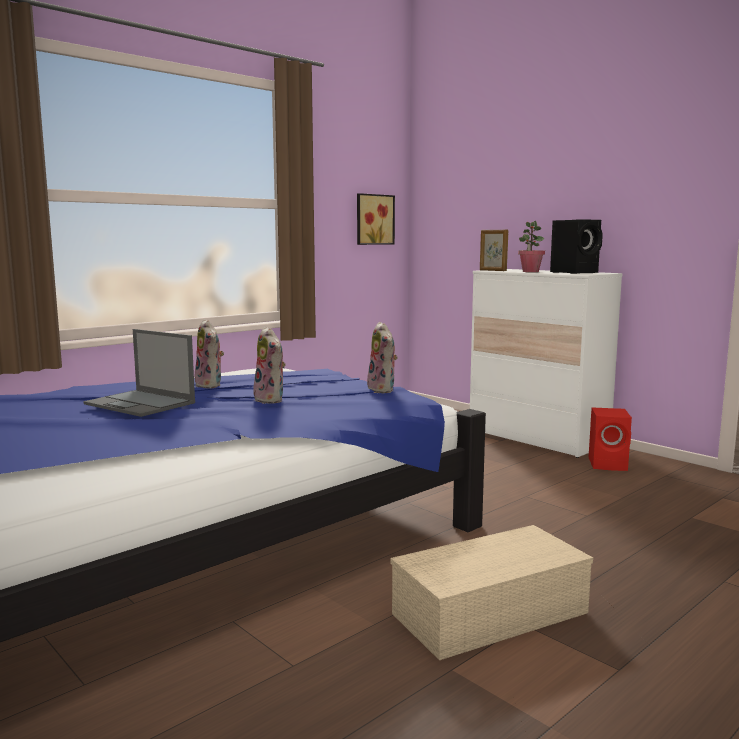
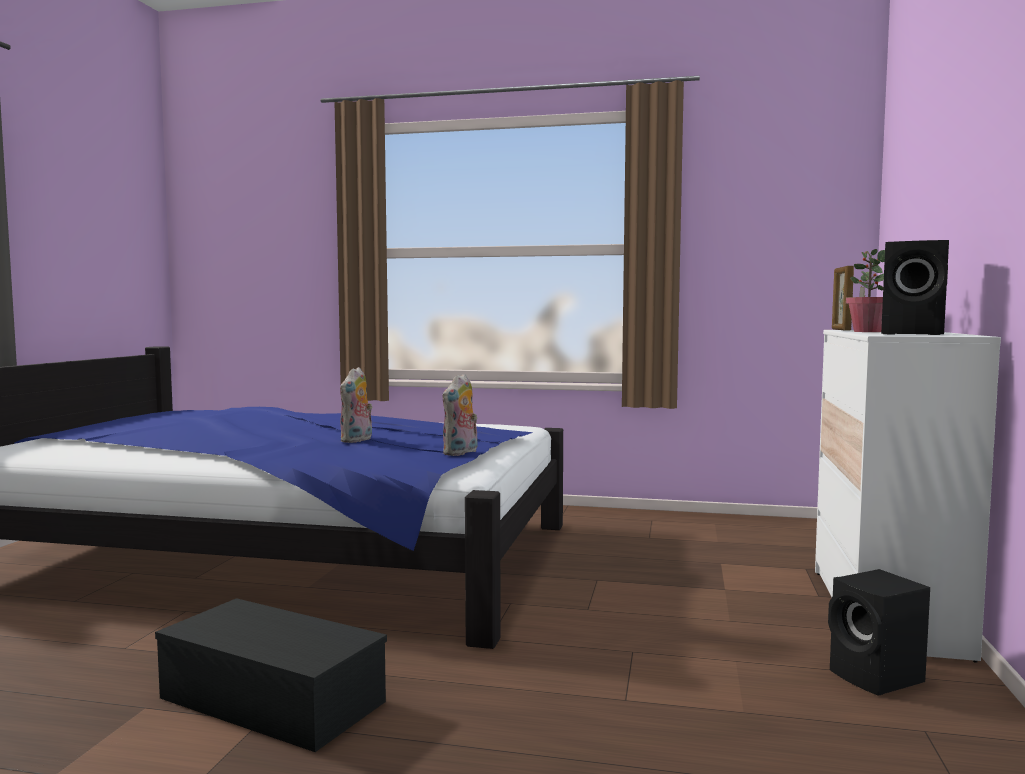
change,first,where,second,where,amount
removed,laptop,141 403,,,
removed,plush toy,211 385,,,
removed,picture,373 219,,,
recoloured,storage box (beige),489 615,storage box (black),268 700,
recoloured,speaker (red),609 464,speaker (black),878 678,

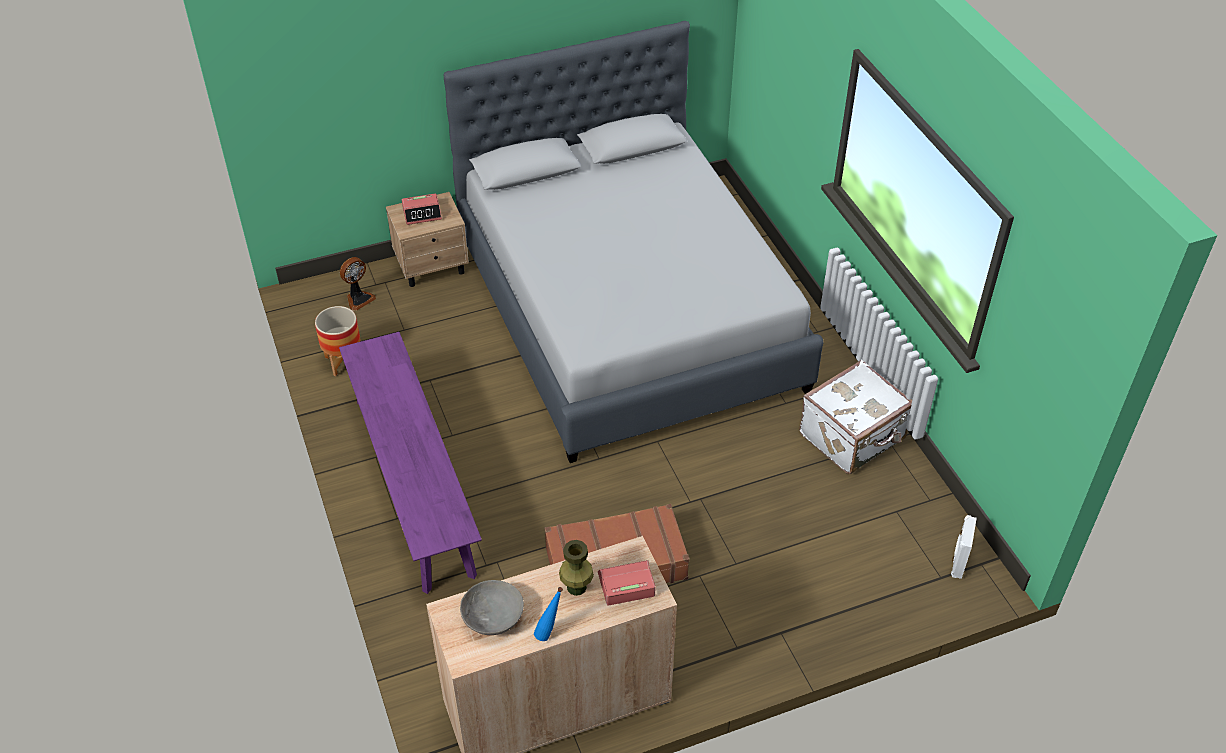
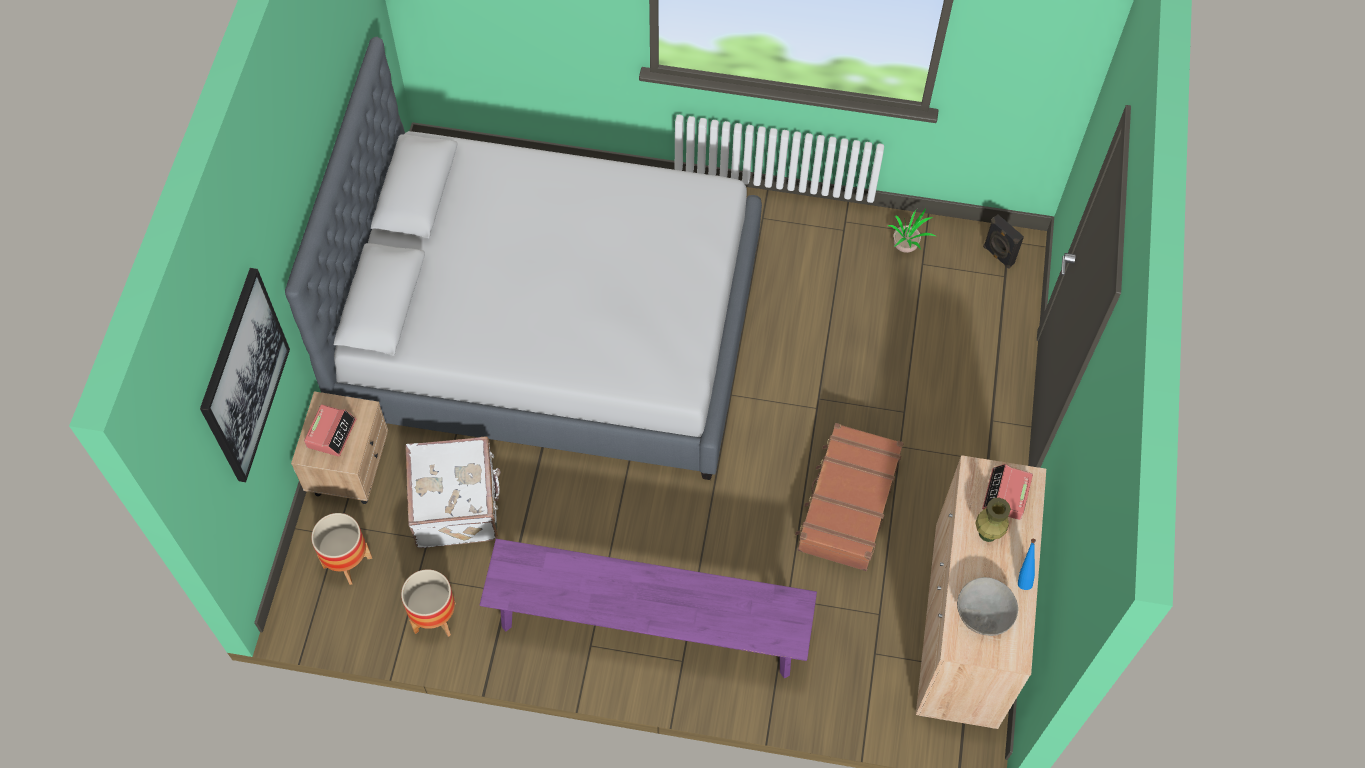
change,first,where,second,where,amount
replaced,fan,358 299,planter,347 562,
moved,suitcase (white),853 437,,457 505,
recoloured,speaker (white),957 562,speaker (black),997 255,
added,,,picture,244 376,
added,,,potted plant,907 247,

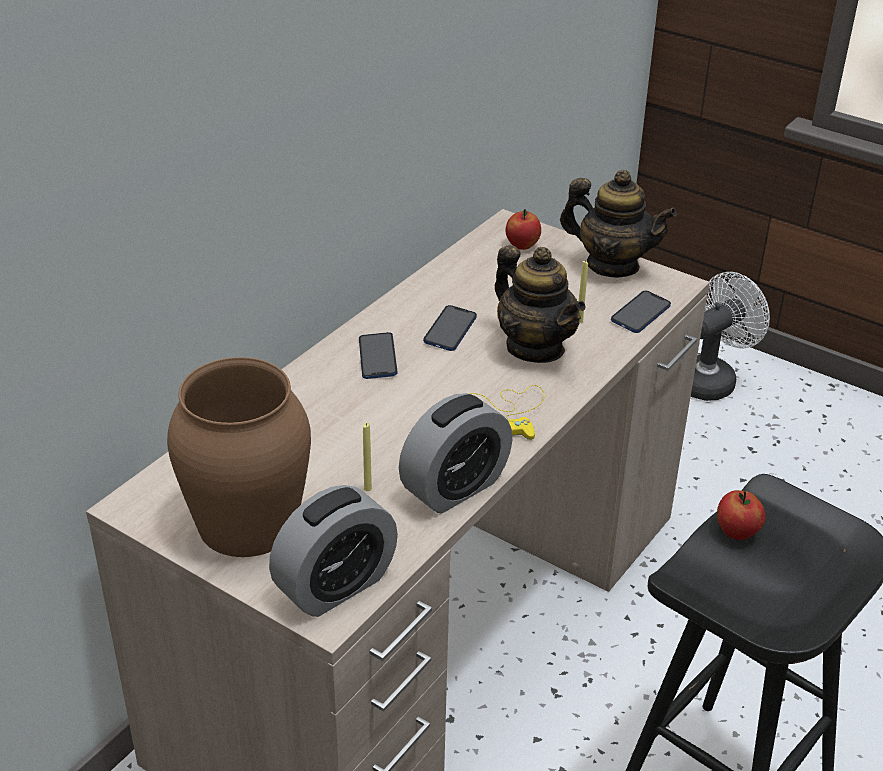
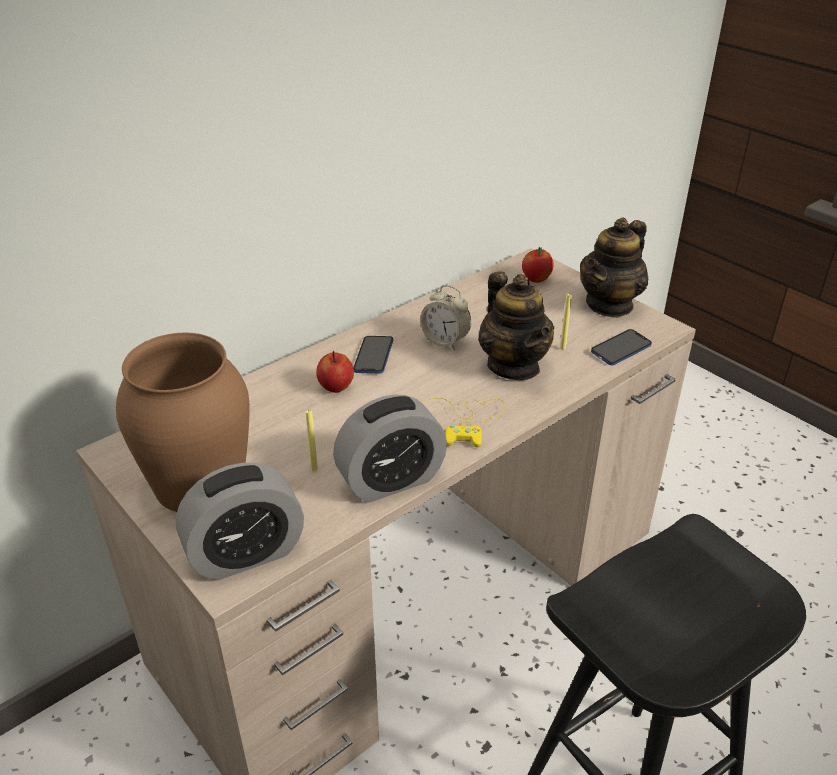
change,first,where,second,where,amount
replaced,phone,450 330,alarm clock,445 341,
turned,teapot,612 265,,610 304,90 degrees clockwise
removed,fan (white),711 379,,,
moved,apple,737 532,,336 387,

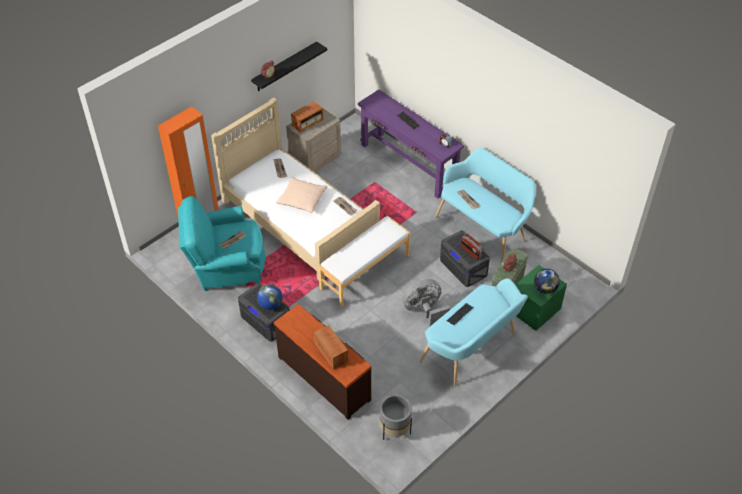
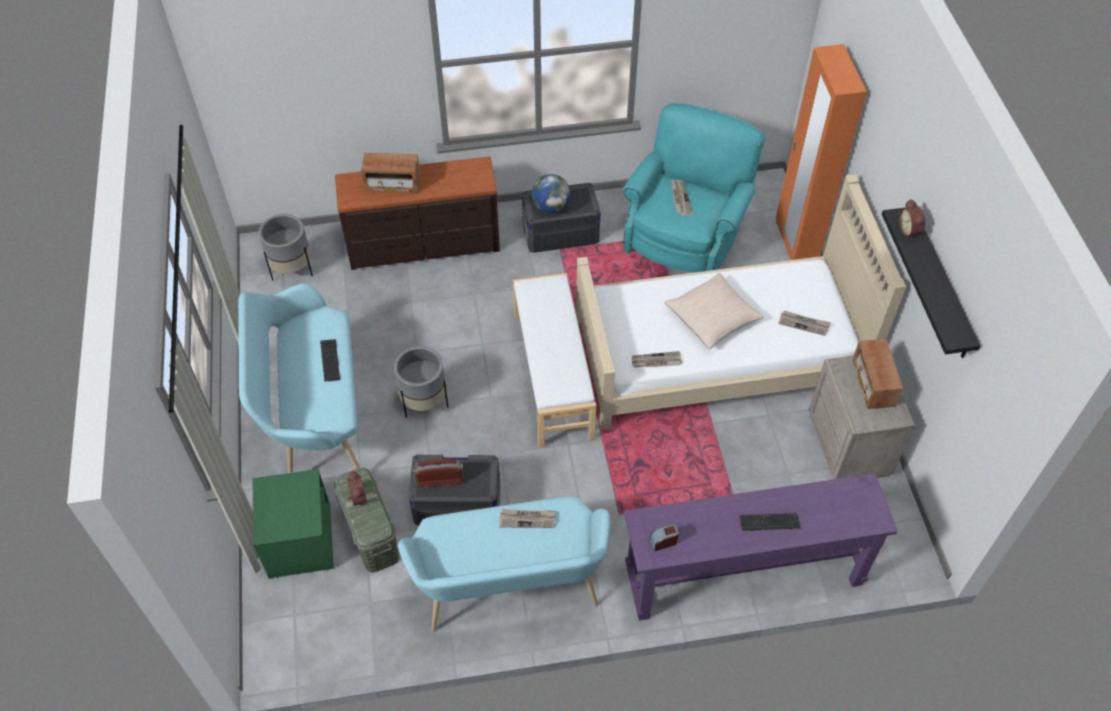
change,first,where,second,where,amount
replaced,fan (grey),424 311,planter (grey),424 402,
removed,globe,545 289,,,

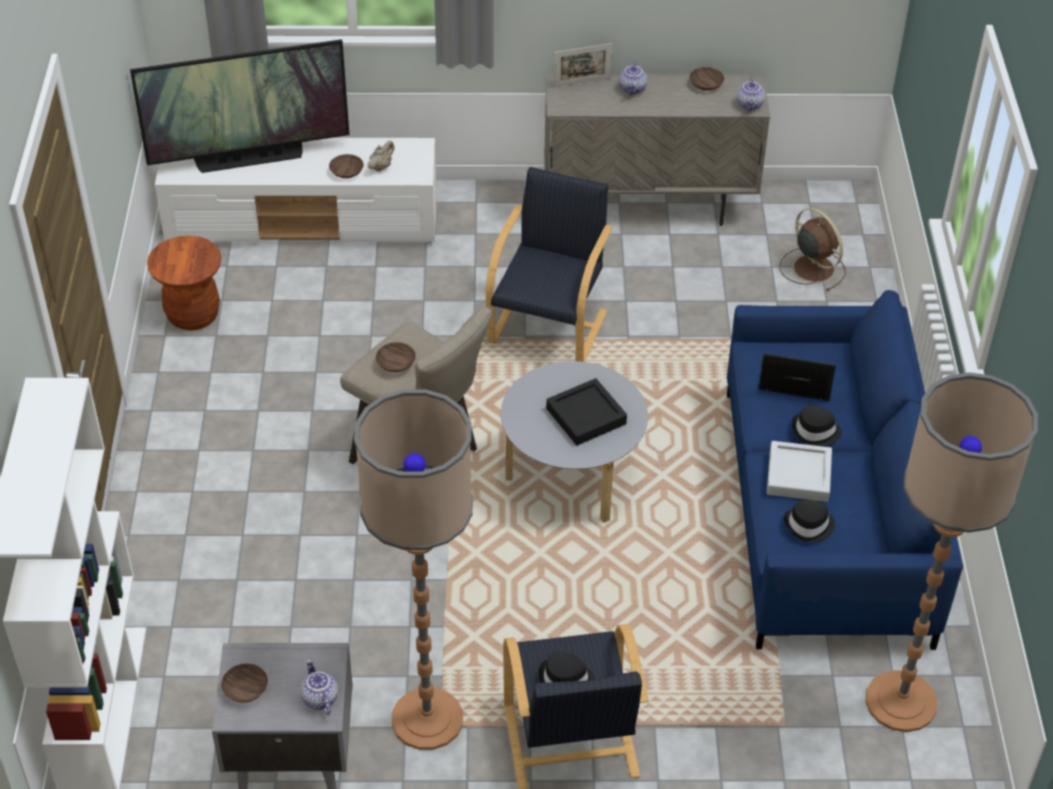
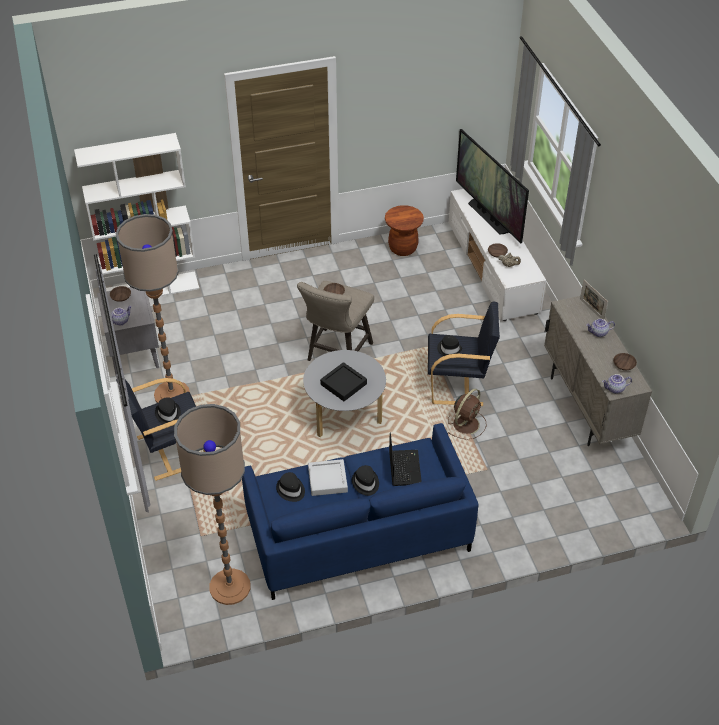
change,first,where,second,where,amount
moved,fan (brown),812 267,,466 423,
added,,,hat (black),449 349,

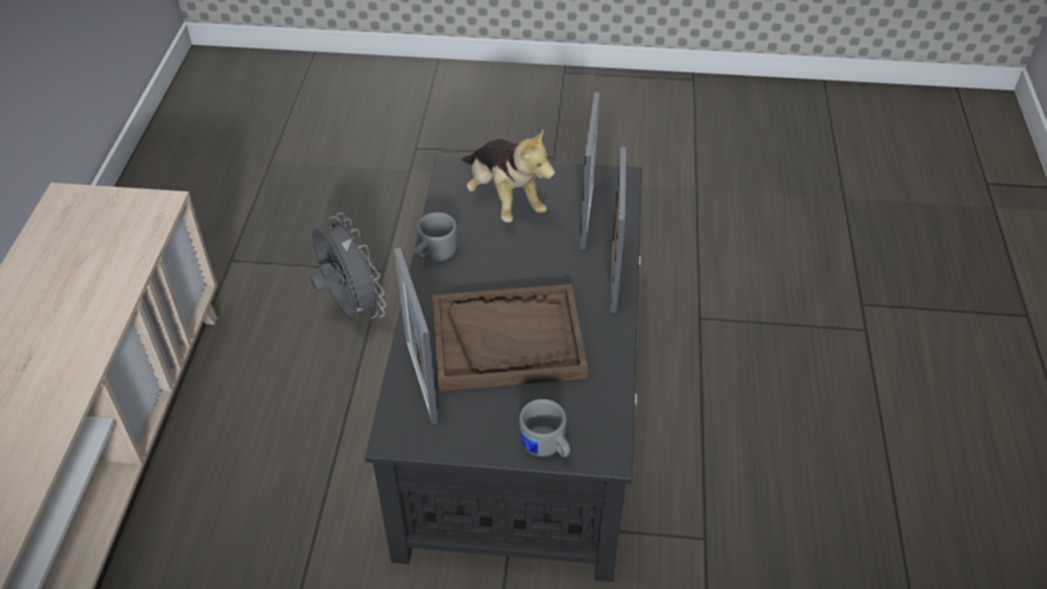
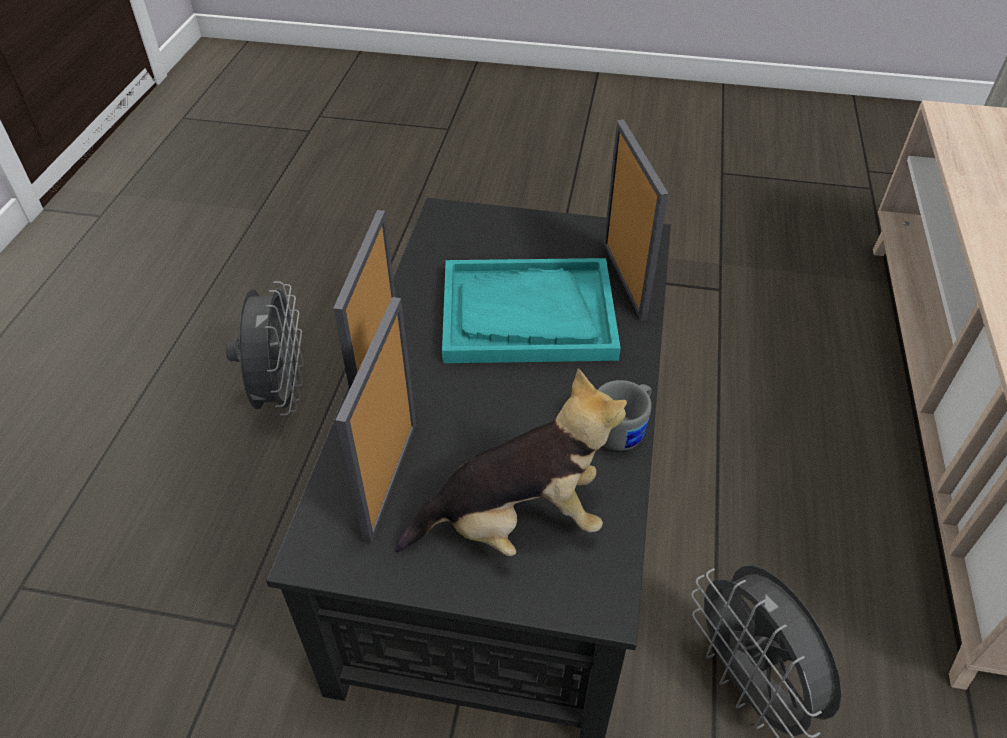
change,first,where,second,where,amount
recoloured,tray (brown),508 340,tray (turquoise),527 314,
turned,plush toy,504 199,,516 522,105 degrees clockwise
removed,mug (grey),546 447,,,
added,,,fan (grey),281 393,

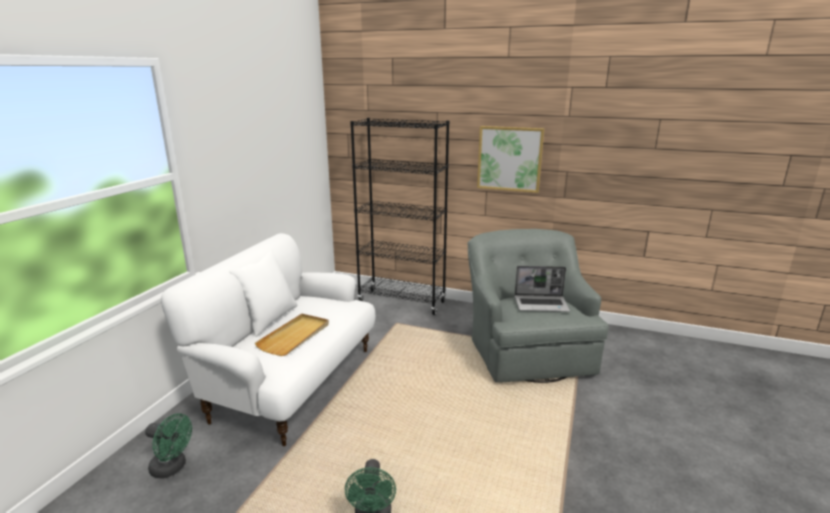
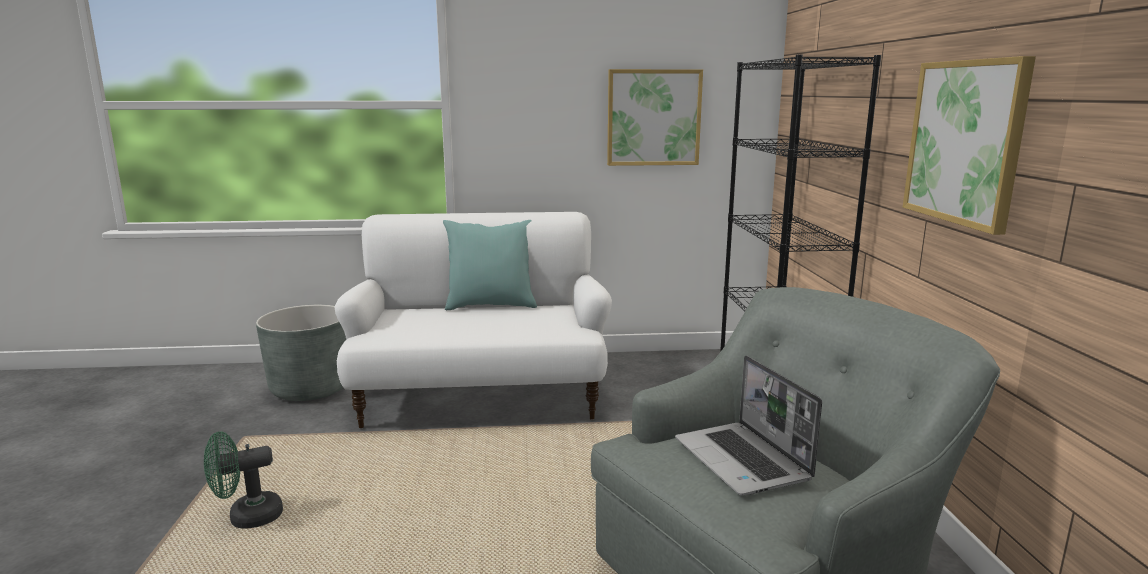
change,first,where,second,where,amount
replaced,fan (green),172 468,planter (grey),310 388,
recoloured,pillow (white),269 319,pillow (turquoise),491 305,
removed,tray (beige),295 336,,,
added,,,picture,653 117,

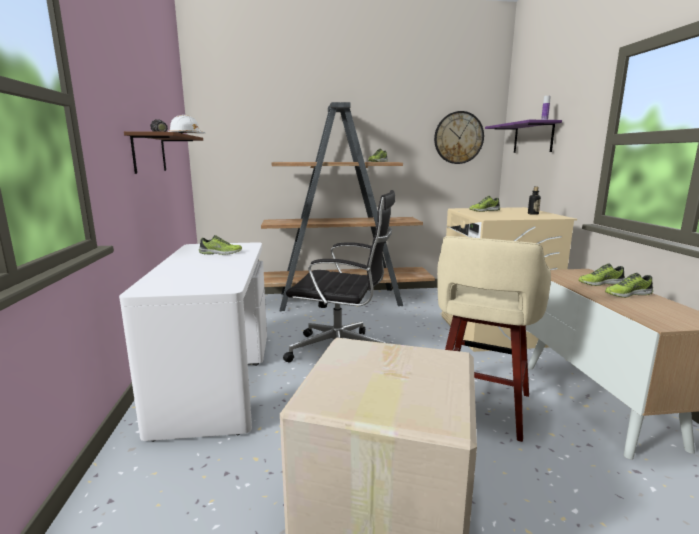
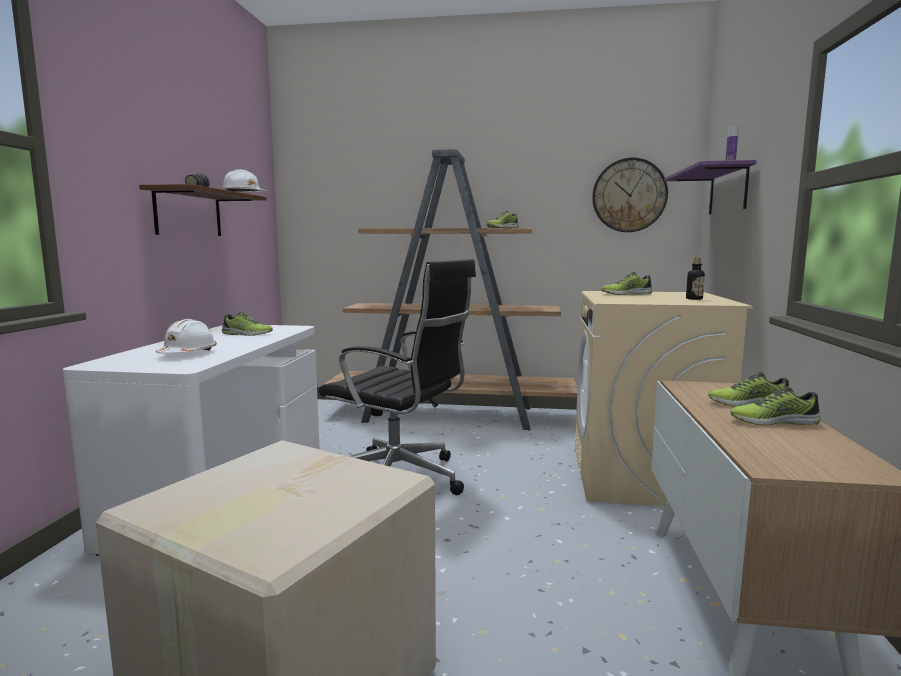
change,first,where,second,where,amount
removed,stool (beige),480 407,,,
added,,,hard hat (white),188 354,

